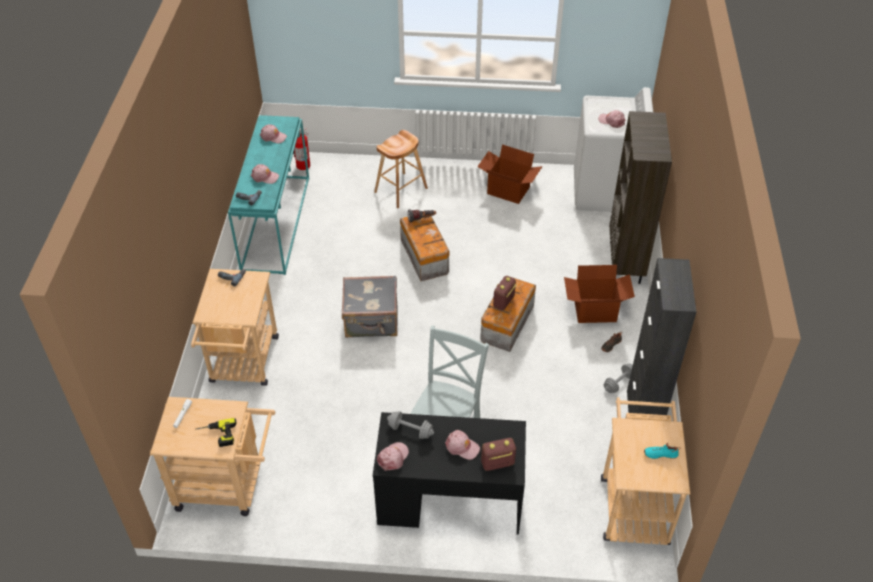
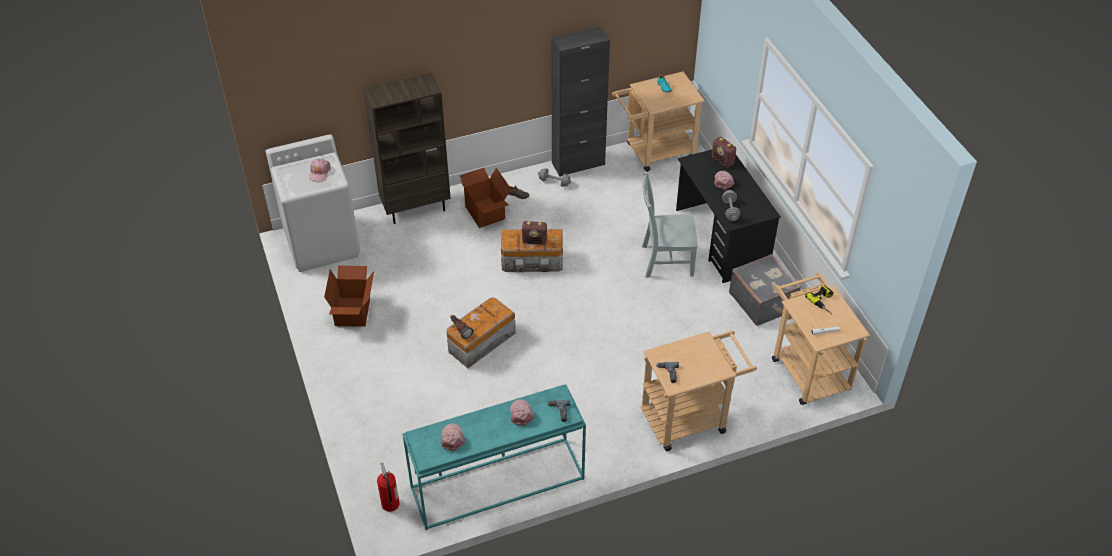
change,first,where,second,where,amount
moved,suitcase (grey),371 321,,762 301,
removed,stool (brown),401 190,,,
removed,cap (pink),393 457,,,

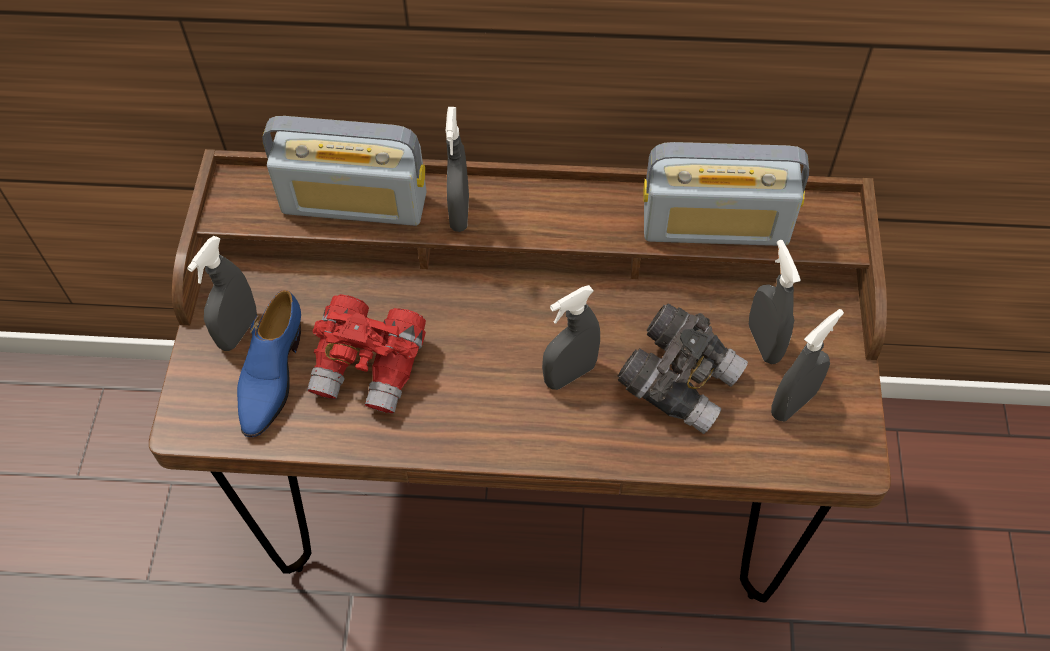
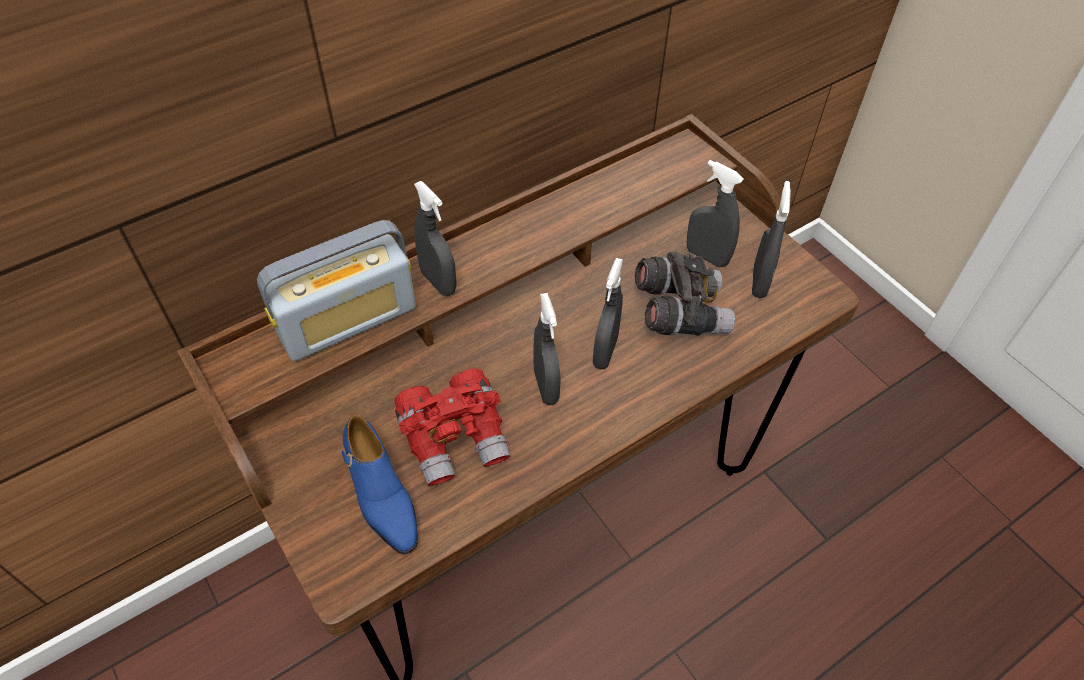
change,first,where,second,where,amount
moved,spray bottle (grey),238 331,,546 386,
removed,radio,715 226,,,

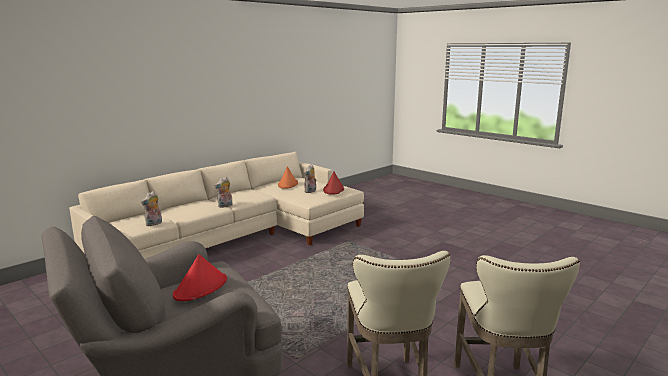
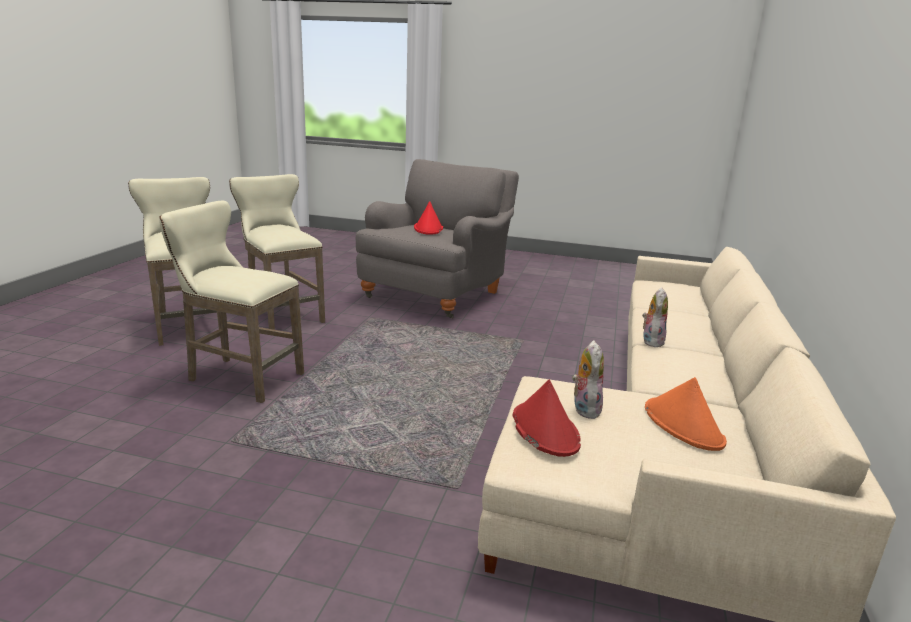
change,first,where,second,where,amount
removed,plush toy,154 224,,,
added,,,stool (beige),240 377,

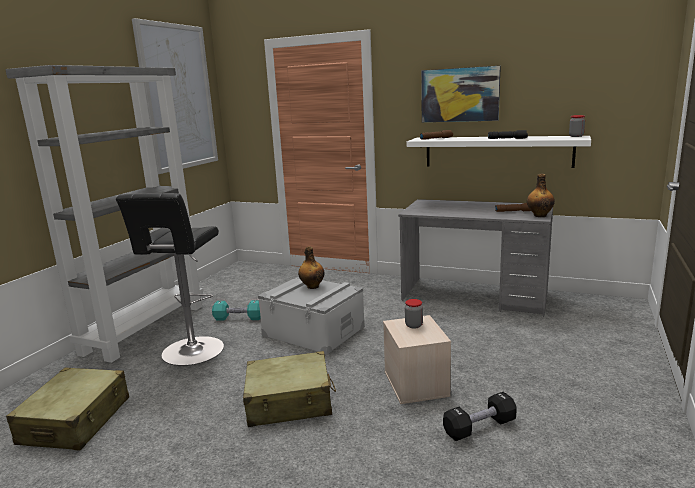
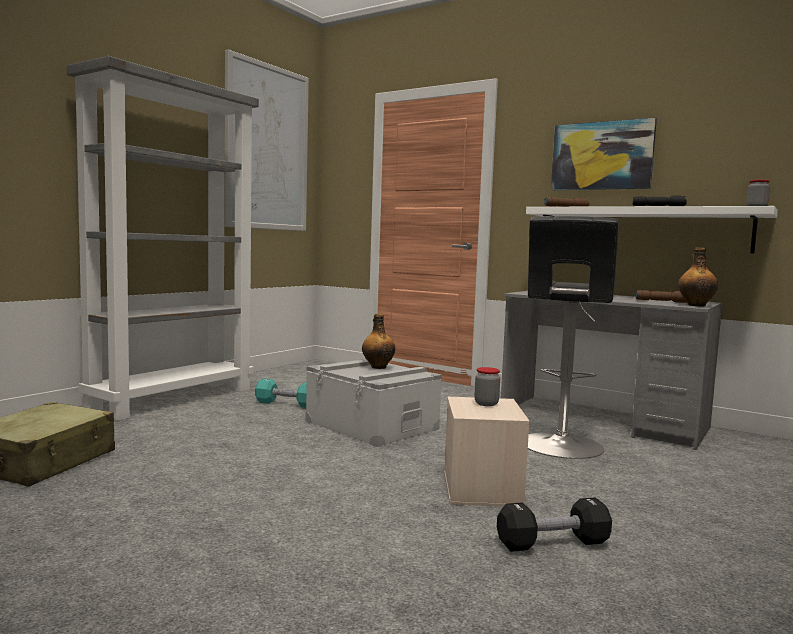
change,first,where,second,where,amount
moved,stool (black),191 353,,561 447,
removed,suitcase (beige),290 402,,,

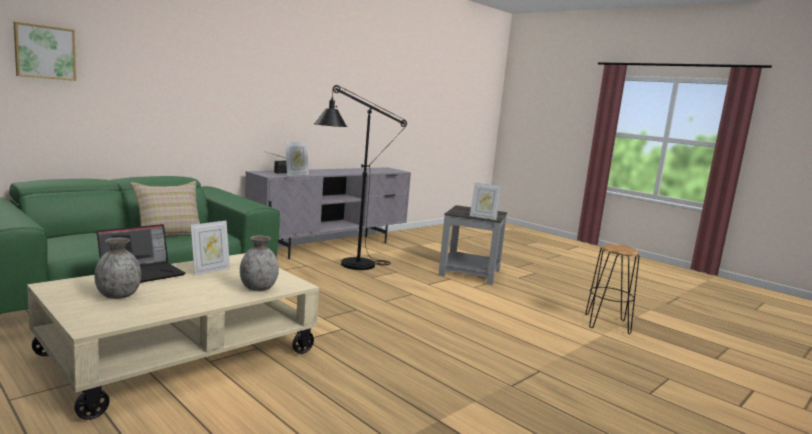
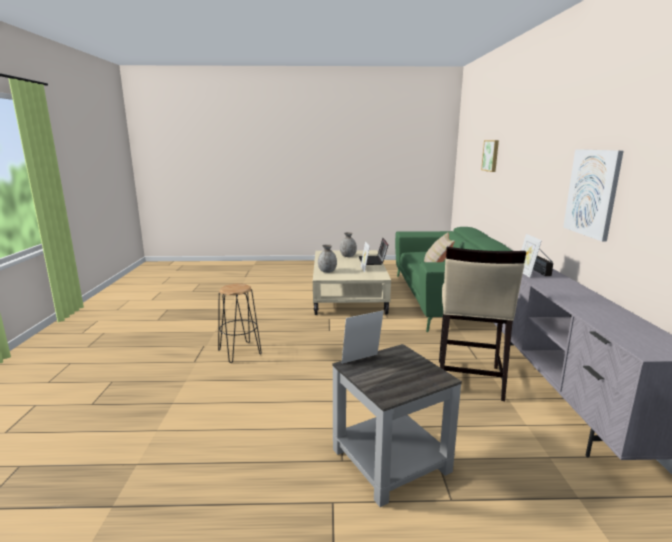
change,first,where,second,where,amount
replaced,floor lamp (black),348 265,stool (beige),468 379,
moved,stool (black),606 324,,240 352,
added,,,picture,592 193,

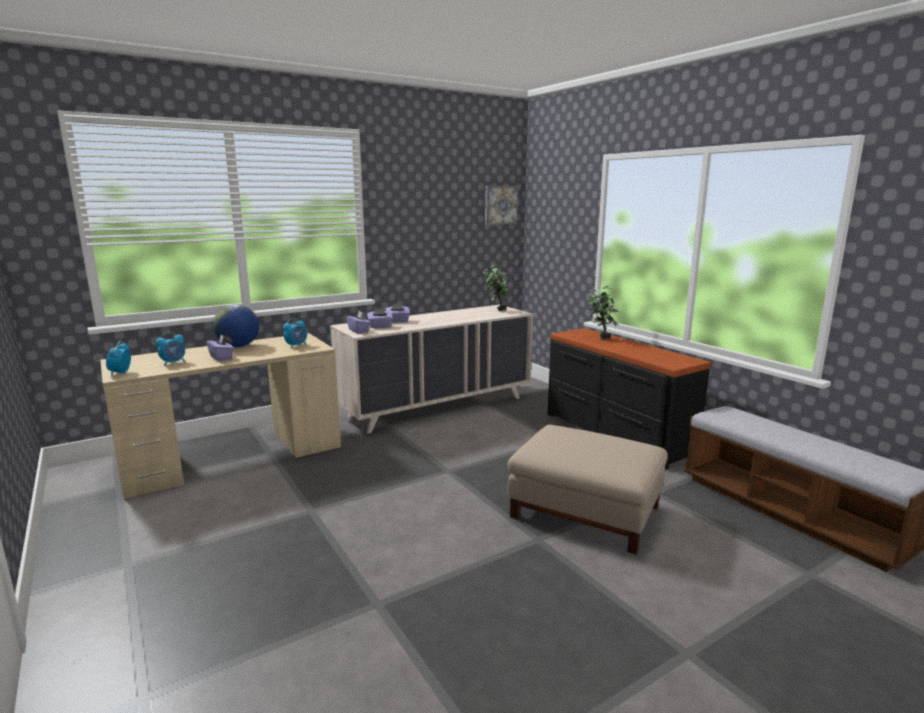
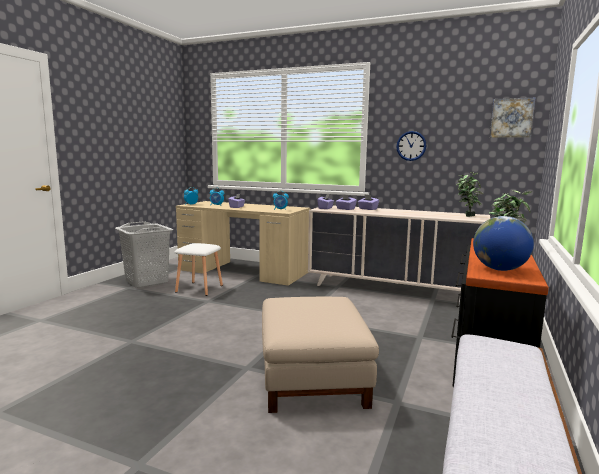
change,first,where,second,where,amount
moved,globe,238 346,,500 269,
added,,,laundry basket (grey),147 281,
added,,,stool (white),198 289,
added,,,wall clock,411 146,

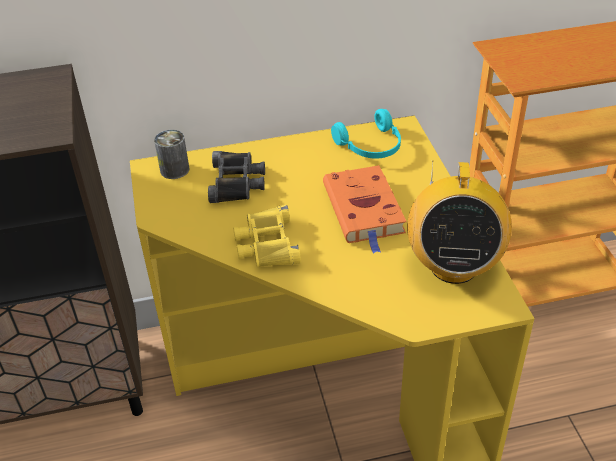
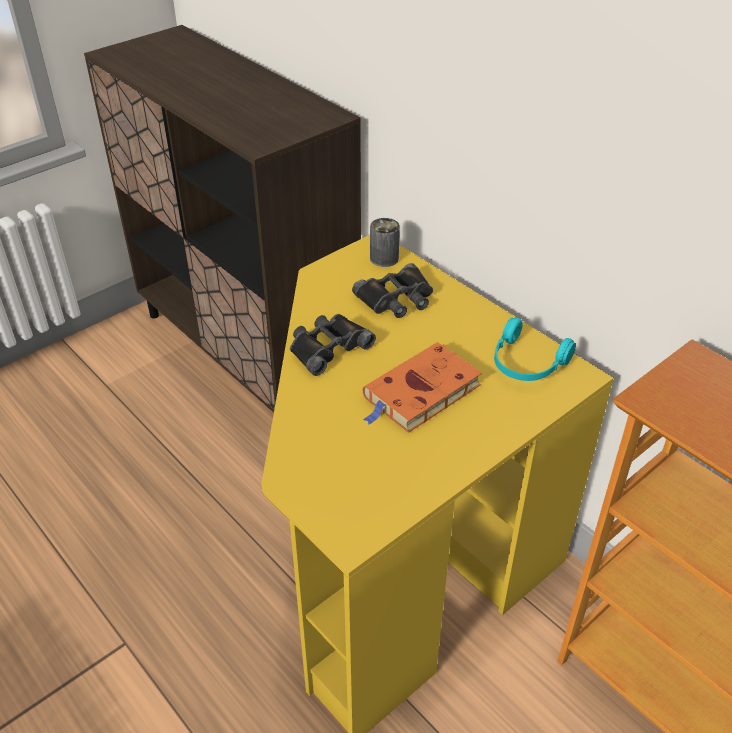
change,first,where,second,where,amount
recoloured,binoculars (yellow),266 244,binoculars (black),327 347,
removed,radio,453 266,,,

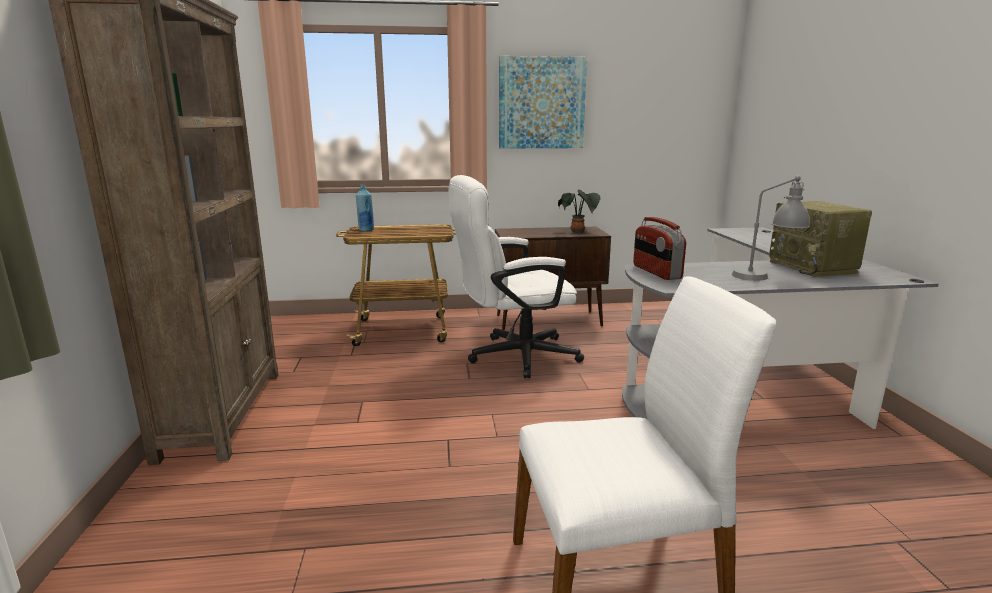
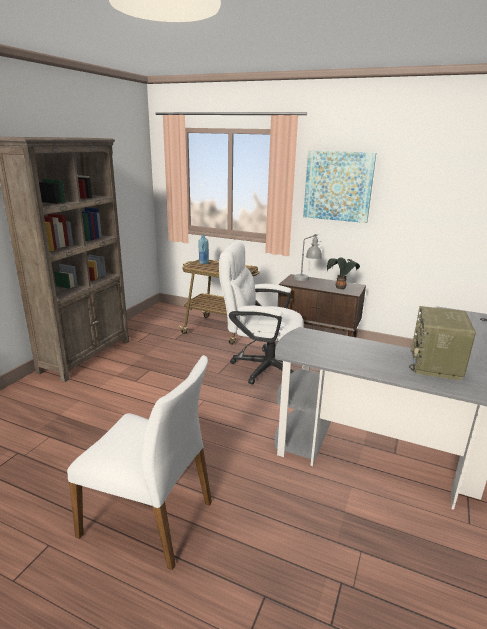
change,first,where,second,where,amount
removed,radio,656 272,,,
moved,table lamp (grey),765 277,,306 280,

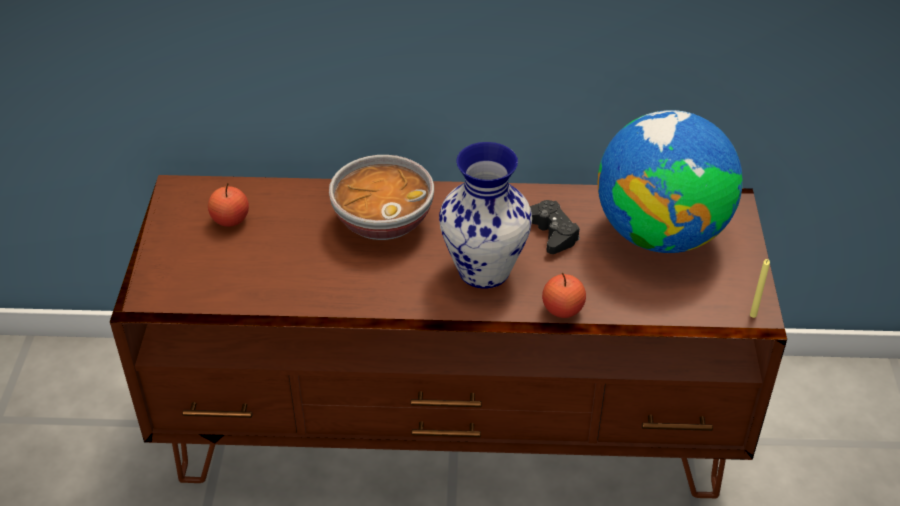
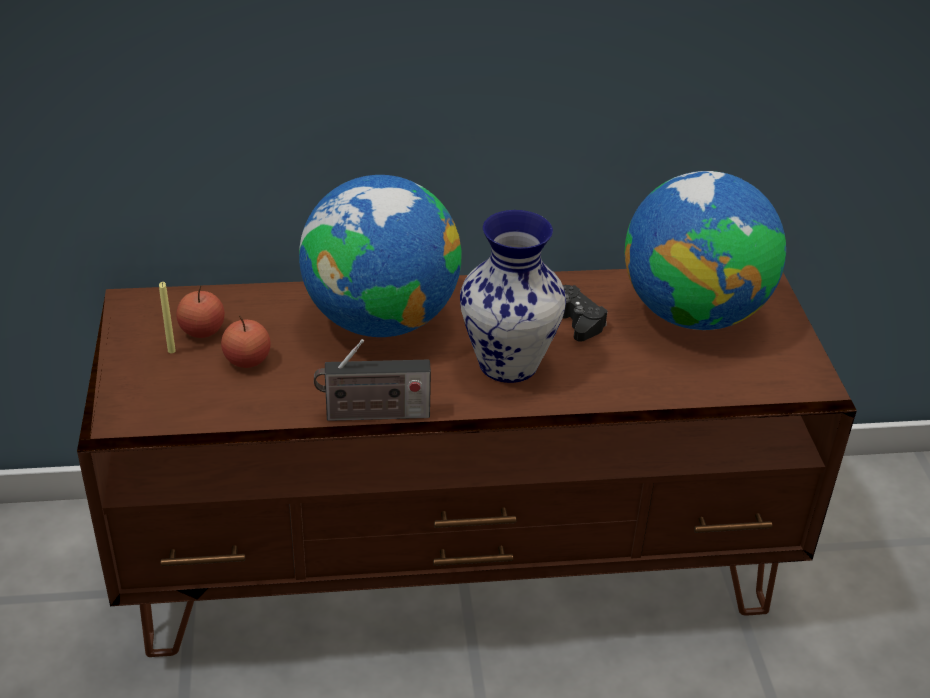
change,first,where,second,where,amount
replaced,bowl,382 220,globe,380 320,
moved,apple,562 309,,247 360,
moved,candle (yellow),753 315,,171 351,
added,,,radio,372 415,

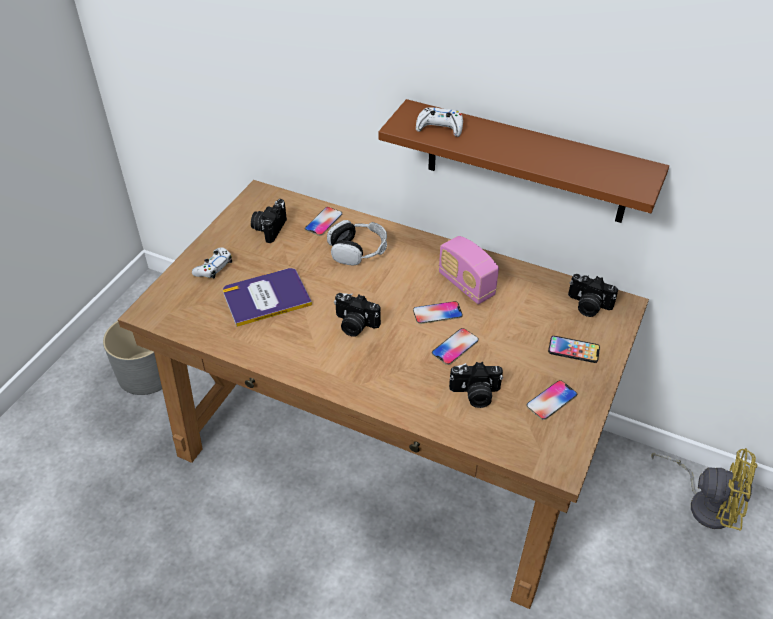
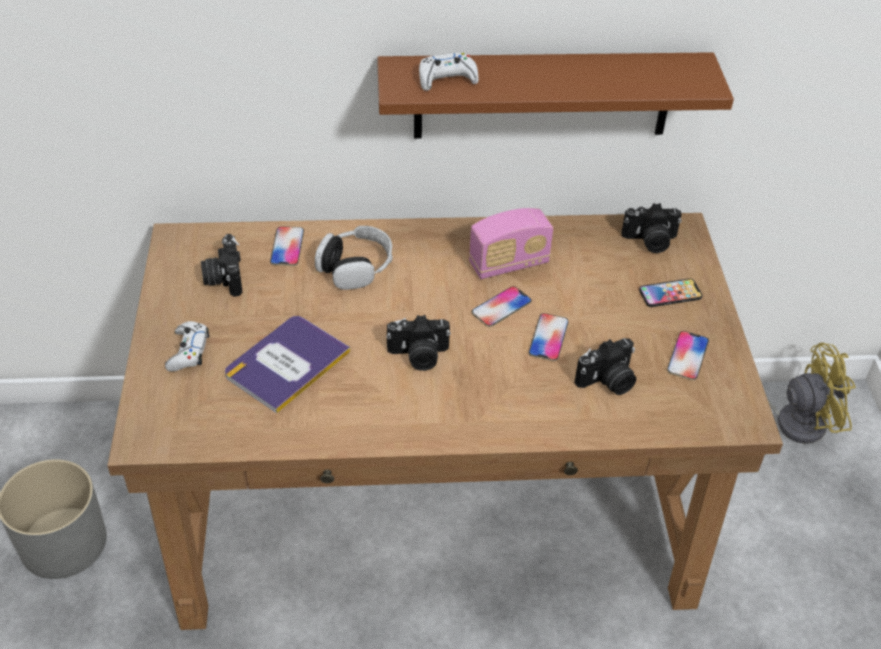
change,first,where,second,where,amount
turned,radio,466 285,,509 264,45 degrees counterclockwise

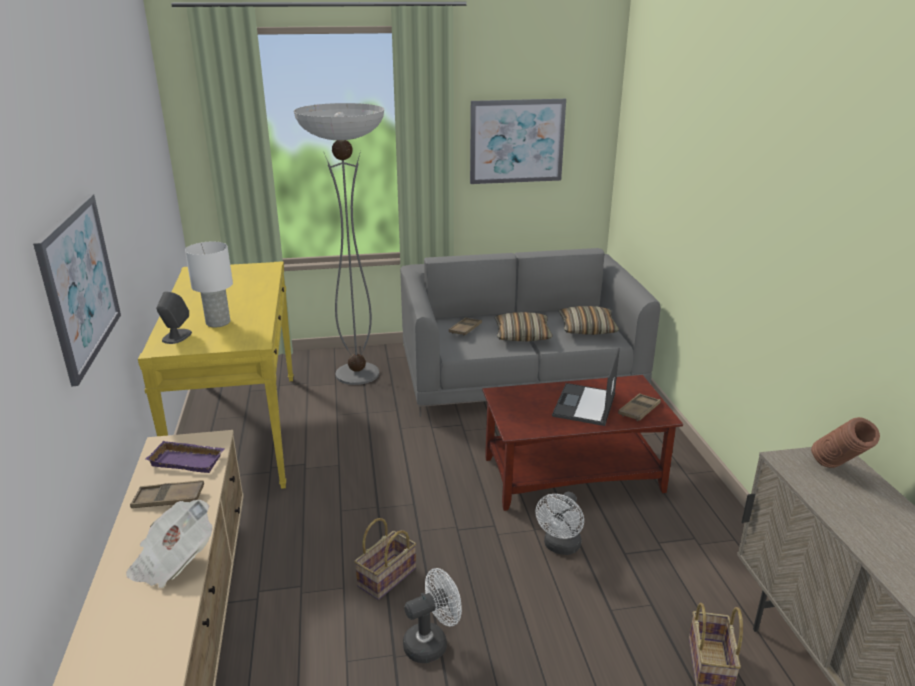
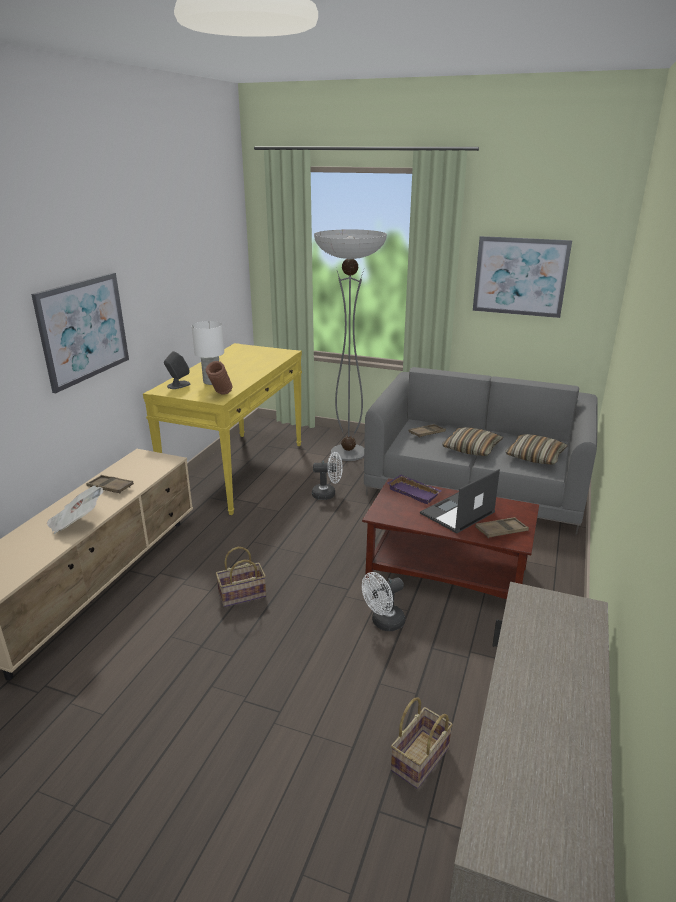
change,first,where,second,where,amount
moved,tray (purple),189 460,,415 492,
moved,fan (white),431 642,,328 494,
moved,vase (brown),837 470,,221 395,

